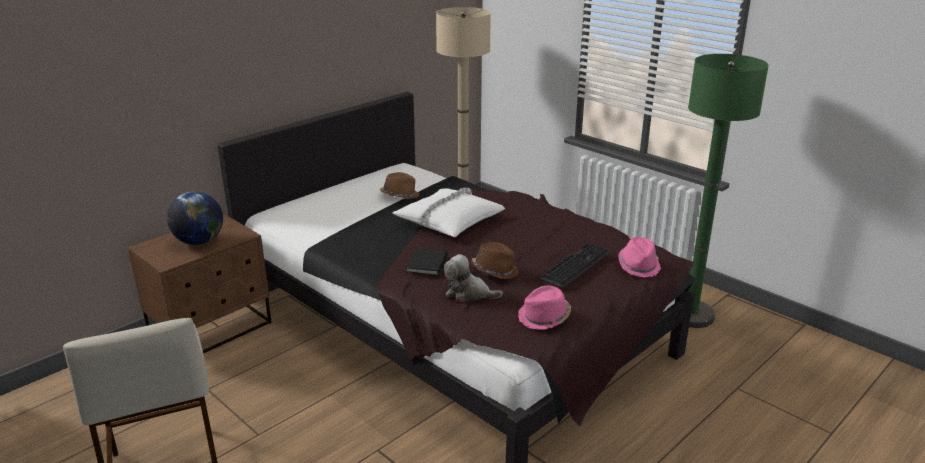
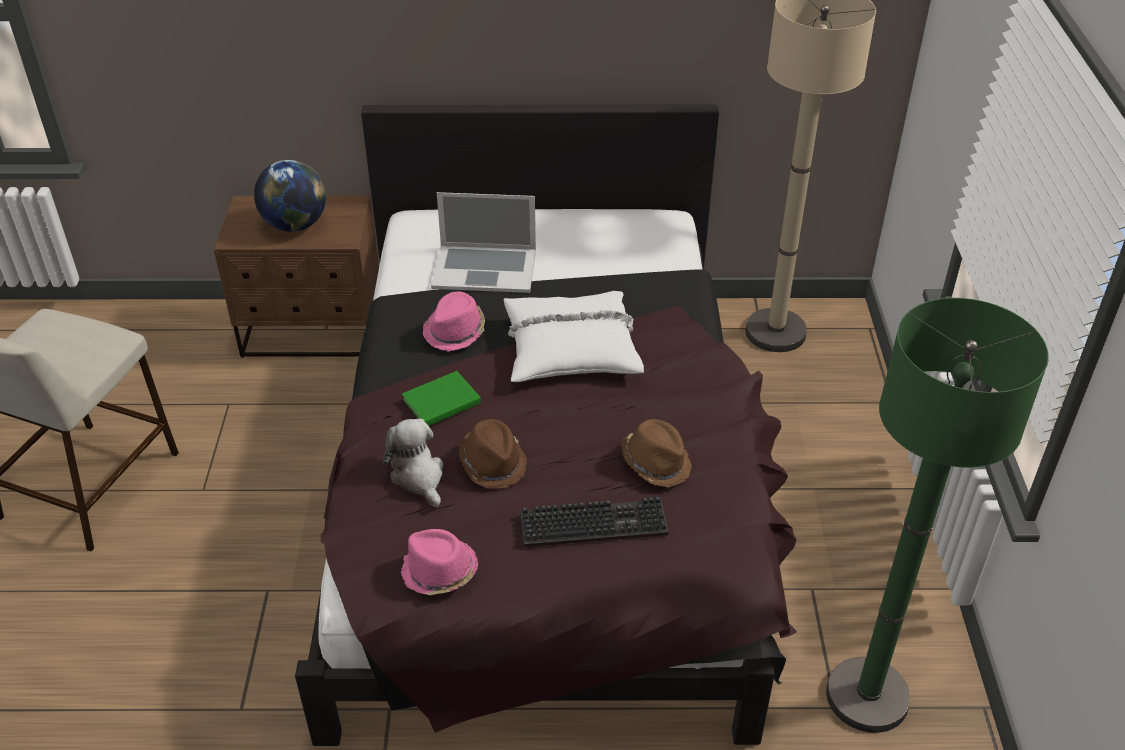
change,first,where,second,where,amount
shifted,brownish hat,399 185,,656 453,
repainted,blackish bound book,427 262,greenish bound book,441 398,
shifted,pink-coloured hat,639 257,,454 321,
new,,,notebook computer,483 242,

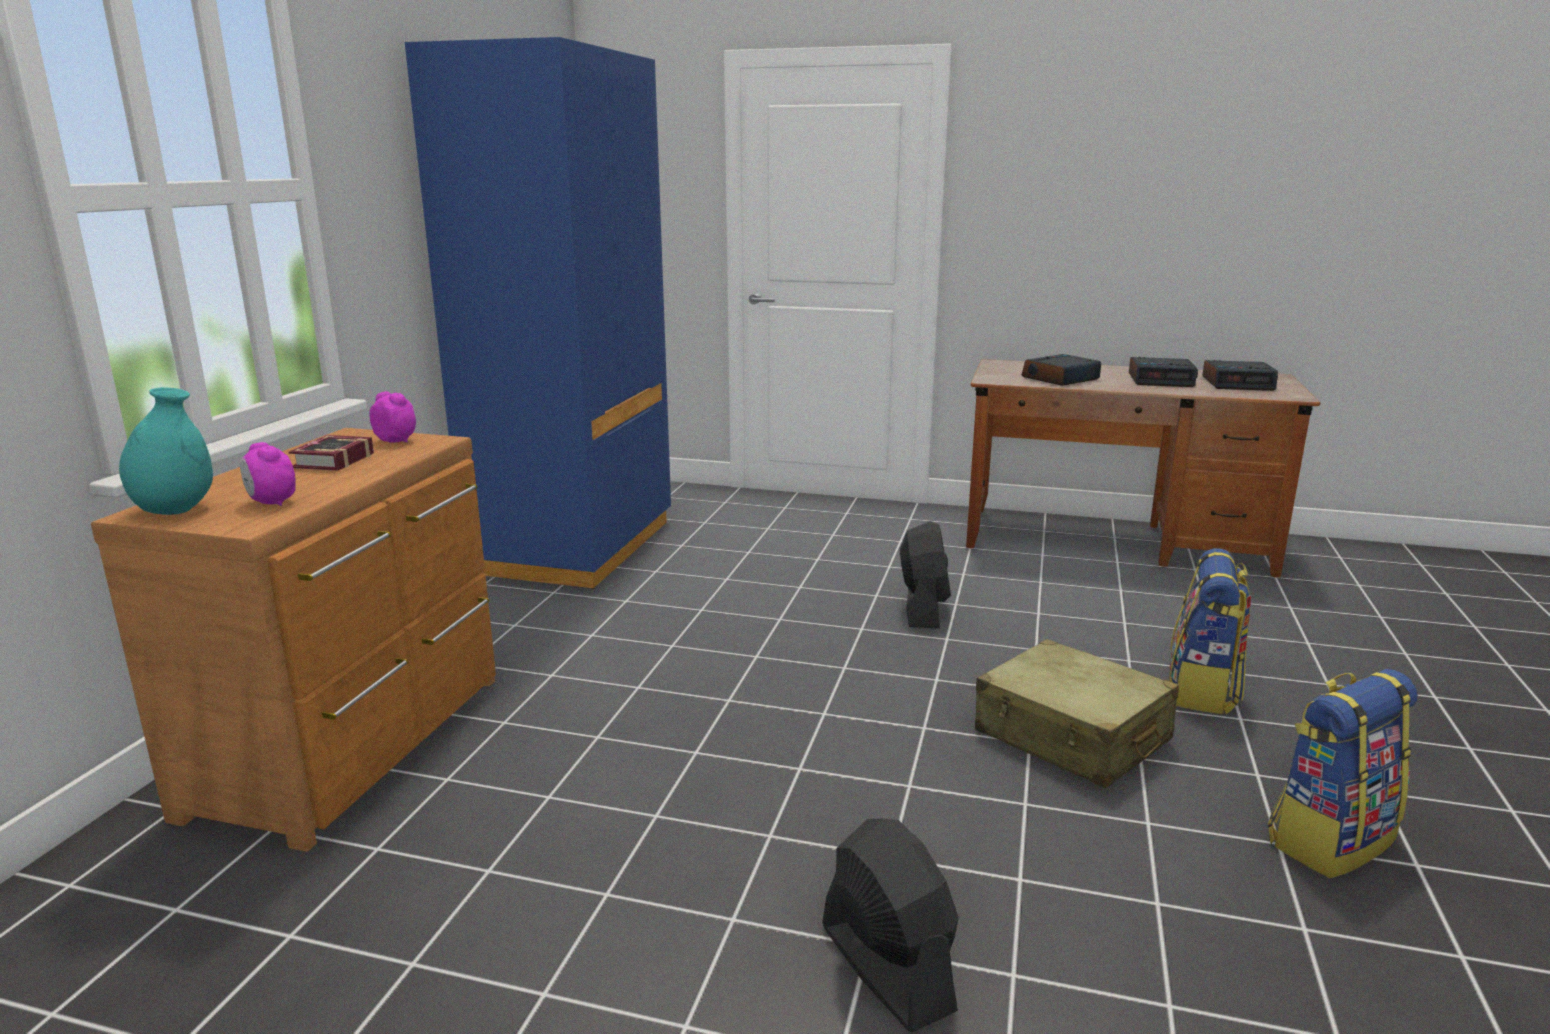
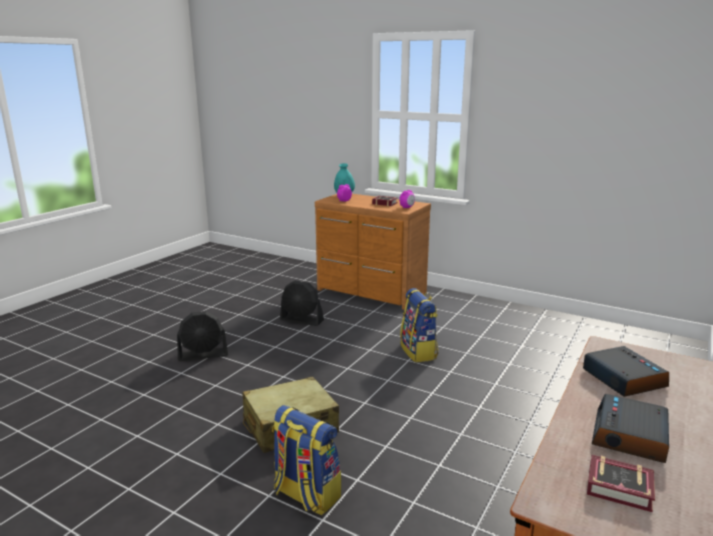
change,first,where,second,where,amount
gone,blue clothes cupboard,538 313,,,
shifted,blackish electric fan,925 574,,302 303,
swapped,table clock,1240 375,bound book,621 483,
shifted,rucksack,1343 773,,419 325,

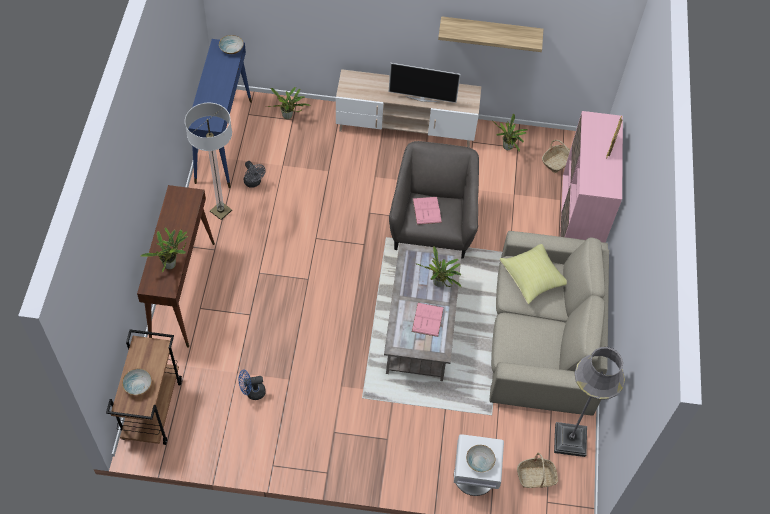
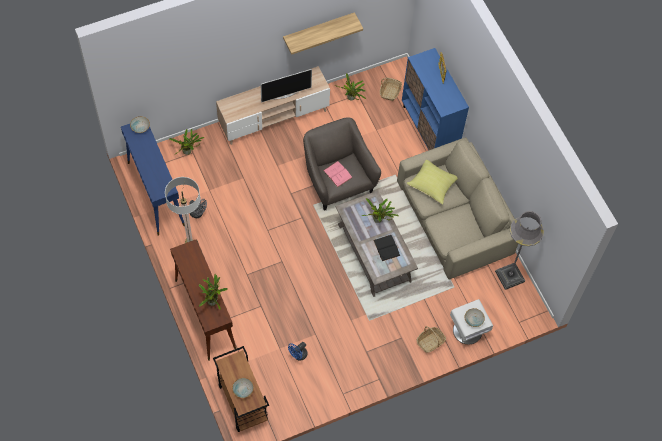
change,first,where,second,where,amount
repainted,pink-coloured bound book,428 320,blackish bound book,386 248,
shifted,basket,537 470,,431 339,
repainted,pink-coloured cabinet,591 177,blue cabinet,435 99,

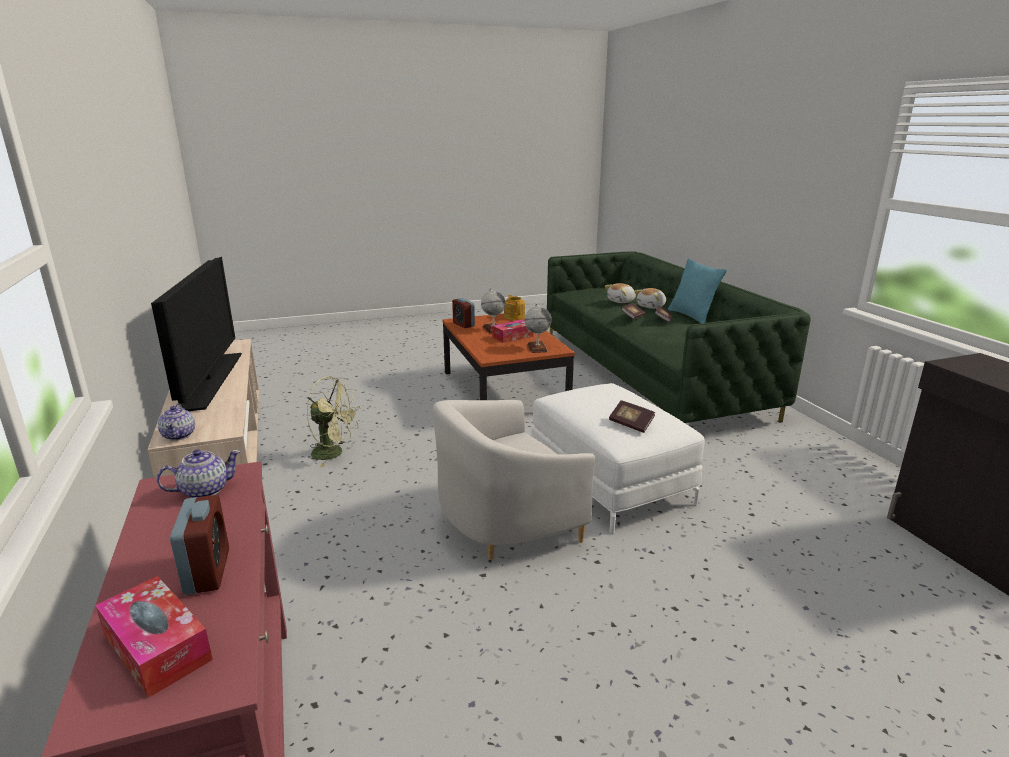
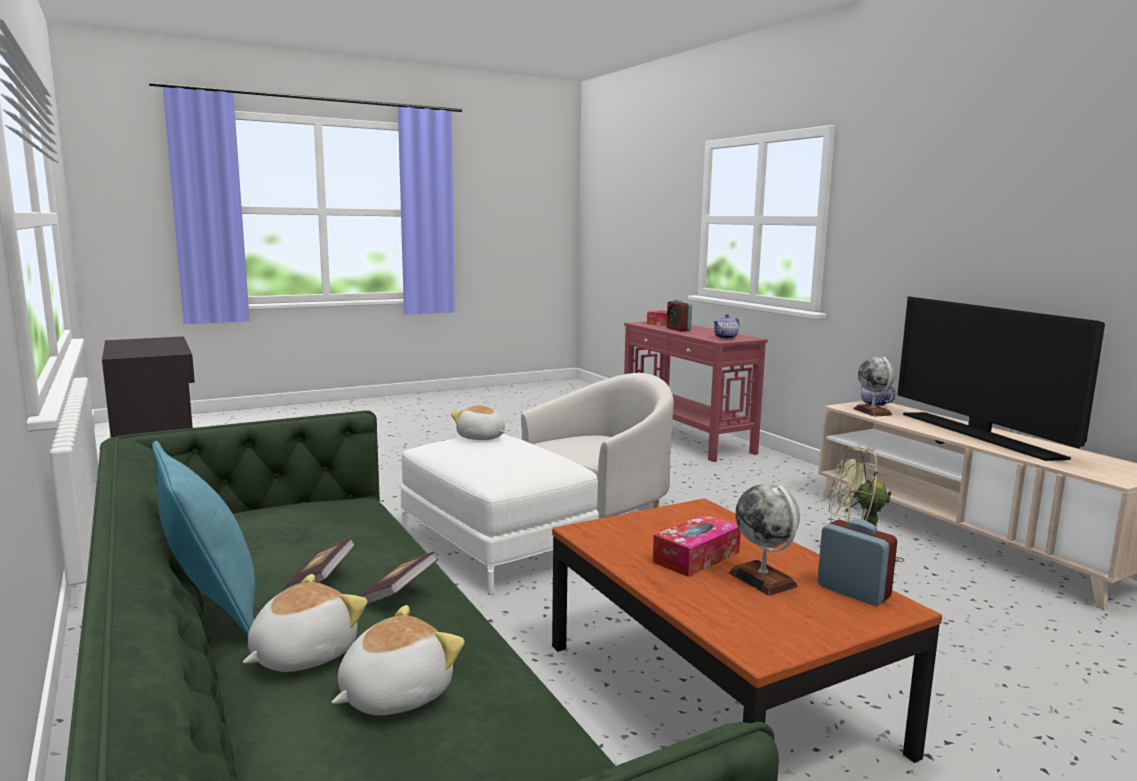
change,first,where,second,where,amount
gone,pot for tea,514 307,,,
shifted,world globe,538 328,,874 387,
swapped,bound book,632 416,cuddly toy,478 422,

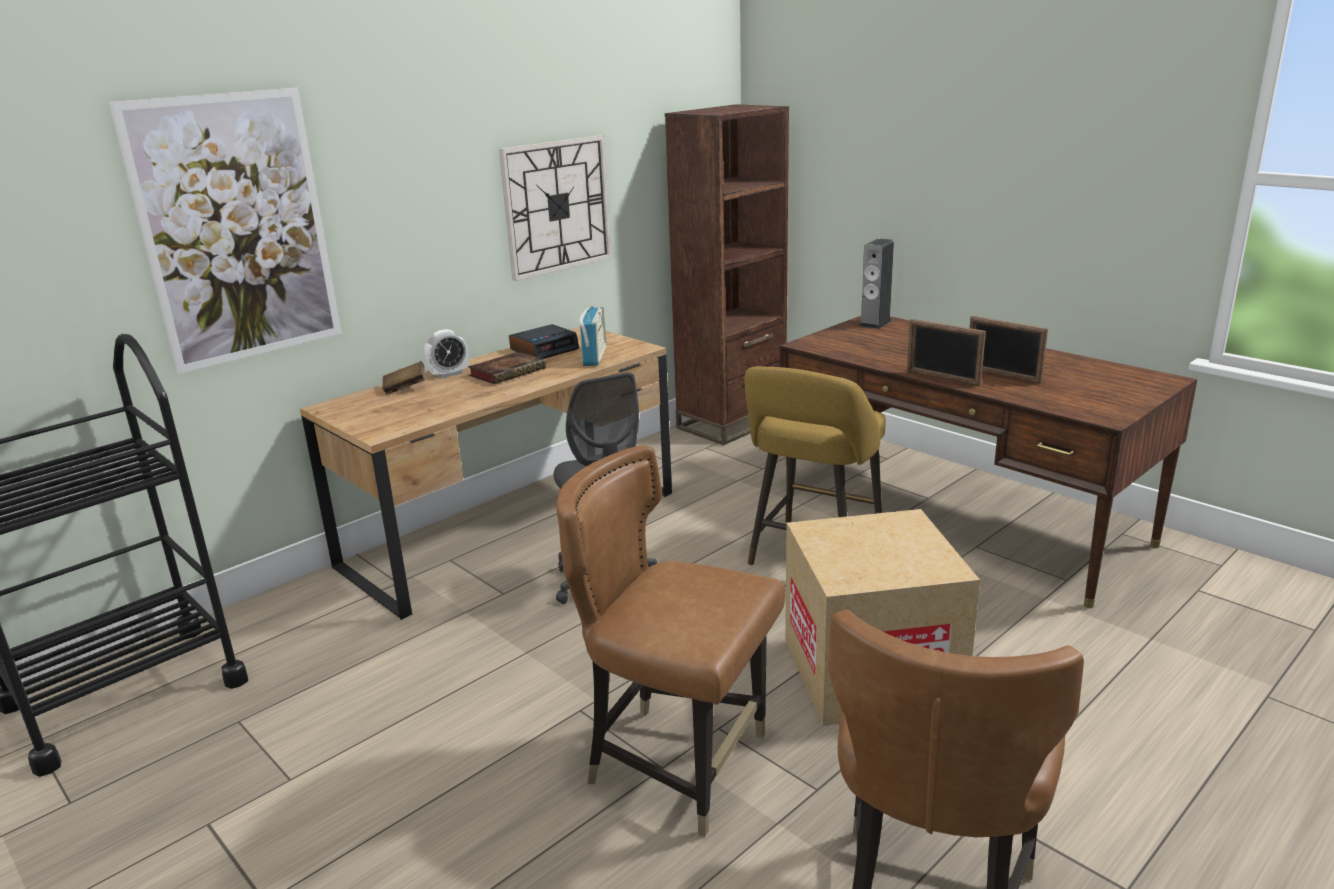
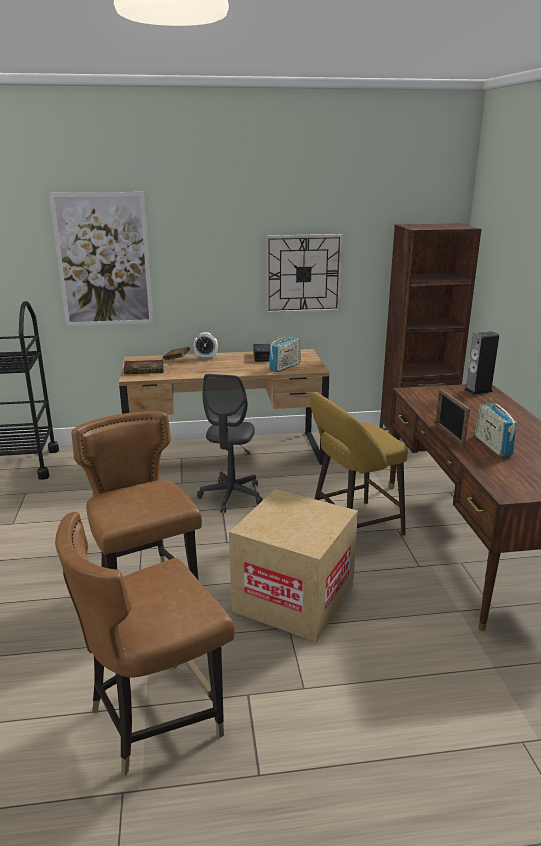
change,first,where,second,where,amount
shifted,bound book,507 368,,144 367,
swapped,photo frame,1009 350,radio set,496 427,

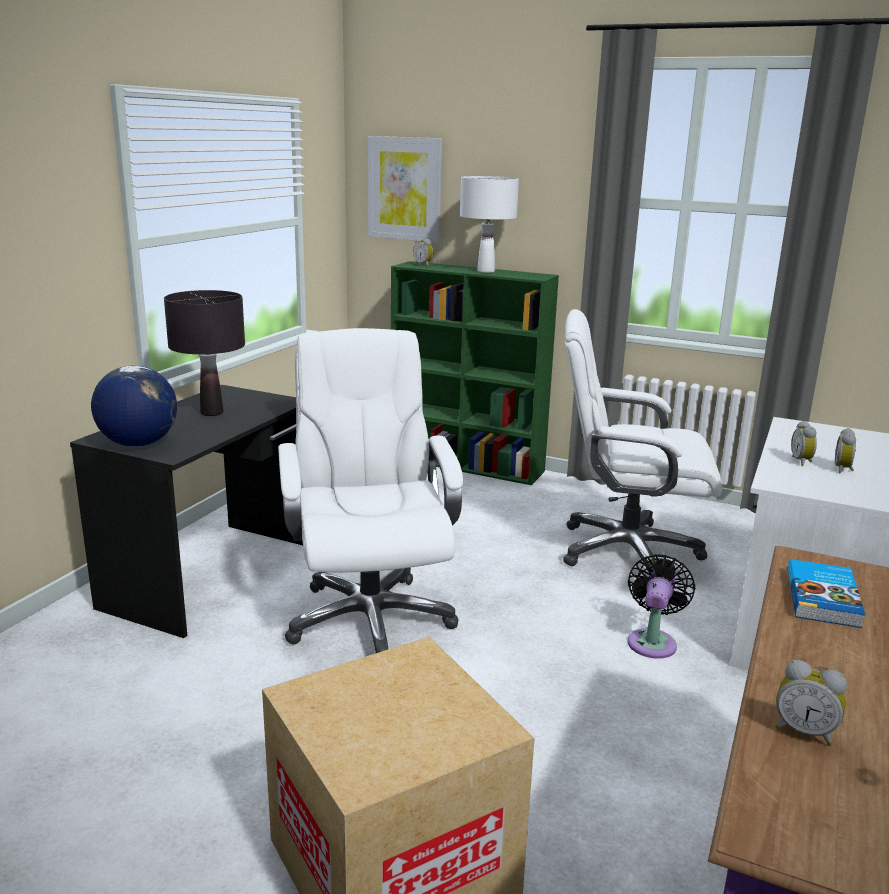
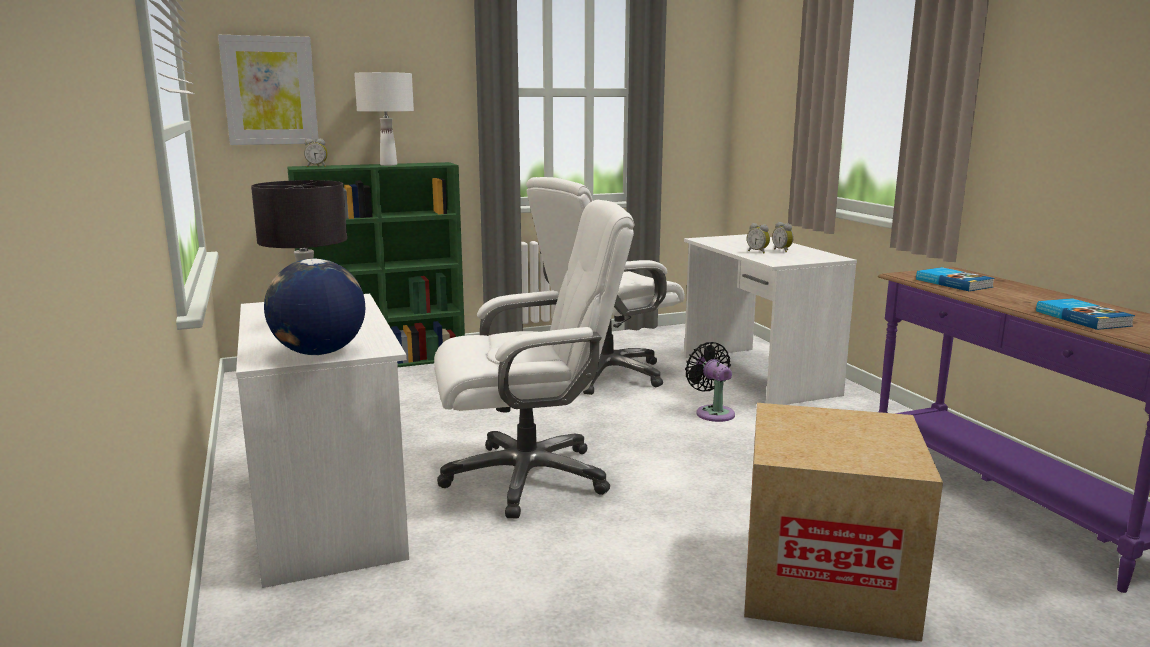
change,first,where,second,where,amount
repainted,blackish desk,186 511,whitish desk,322 441,
rotated,whitish office chair,370 490,,534 359,135 degrees clockwise
swapped,table clock,811 703,bound book,1085 314,

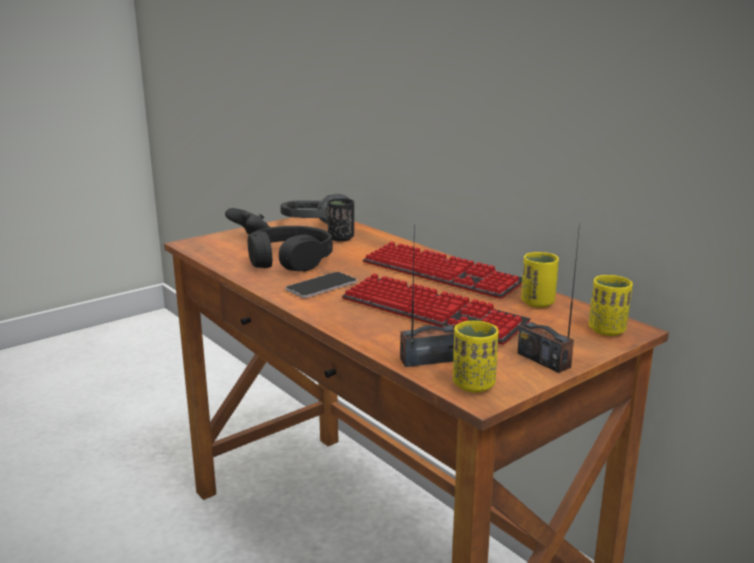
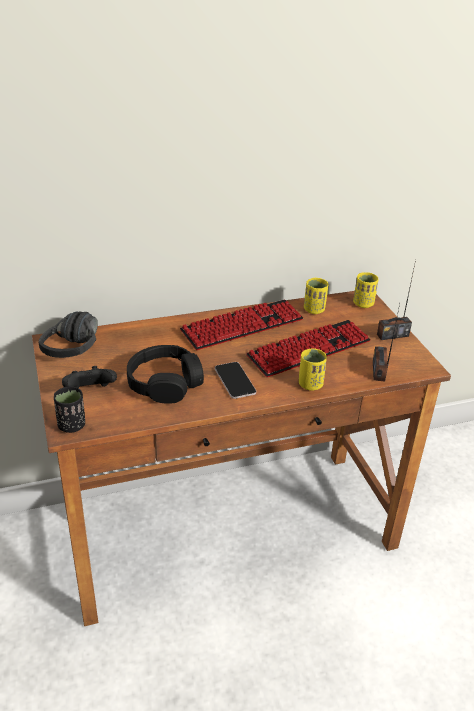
change,first,where,second,where,amount
shifted,blackish drinking cup,340 219,,69 409,
shifted,yellowish drinking cup,476 357,,313 369,

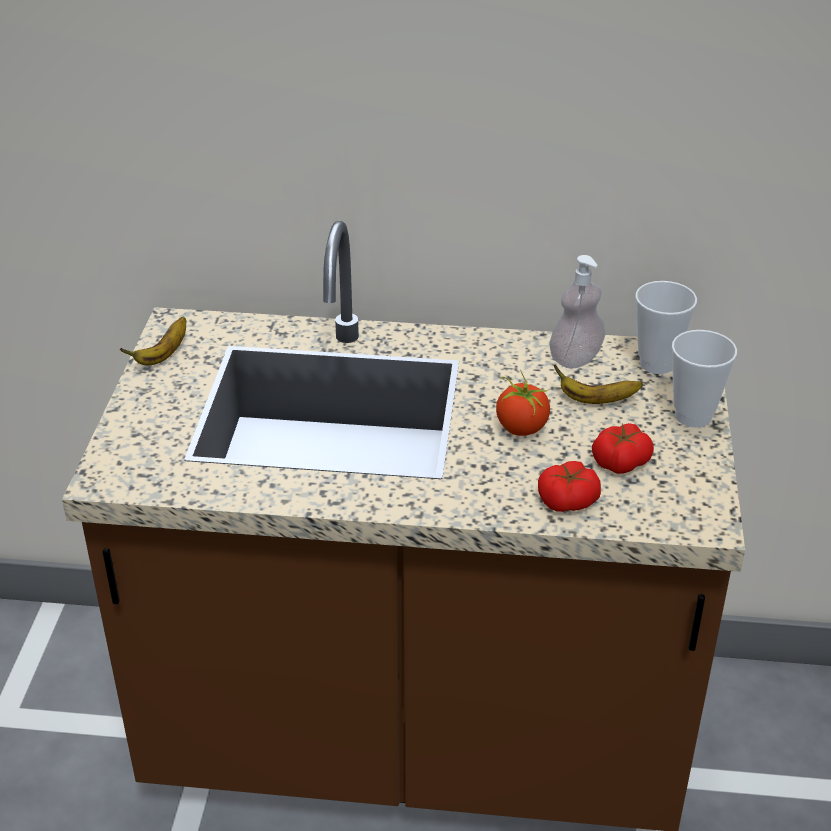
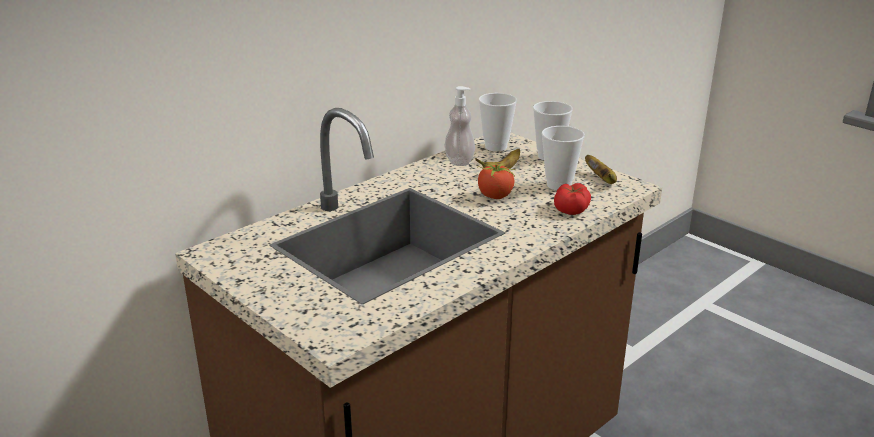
change,first,where,second,where,amount
shifted,banana fruit,153 340,,601 169,
swapped,whole tomato,623 448,drinking cup,563 158,

